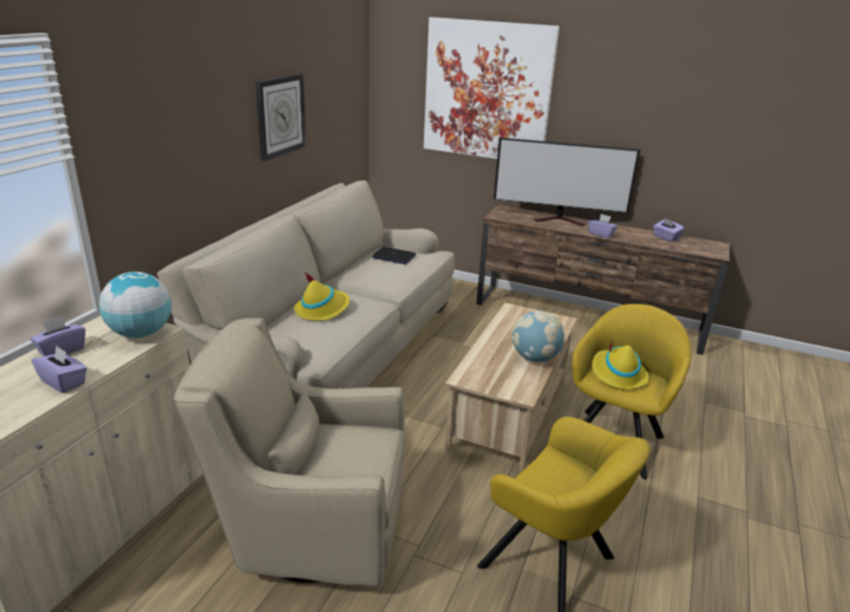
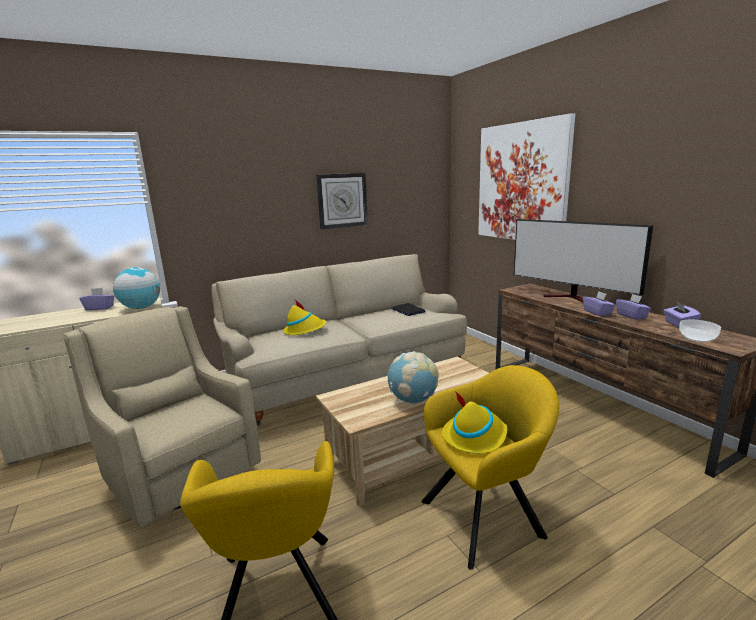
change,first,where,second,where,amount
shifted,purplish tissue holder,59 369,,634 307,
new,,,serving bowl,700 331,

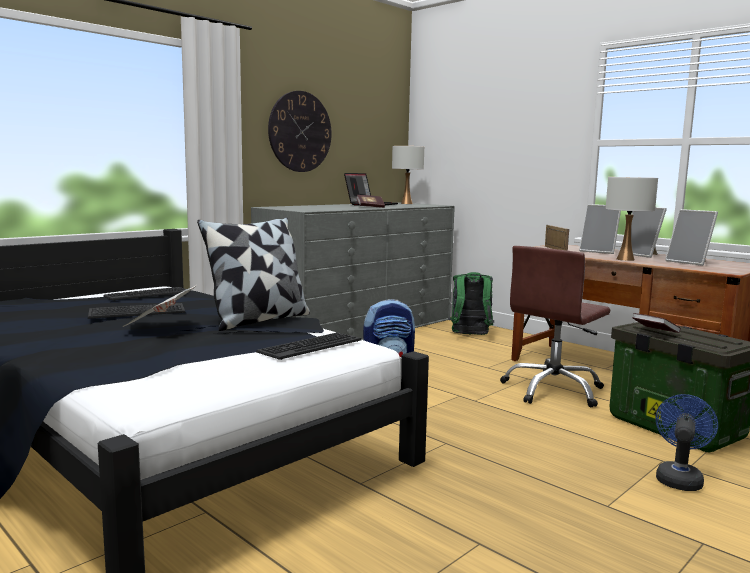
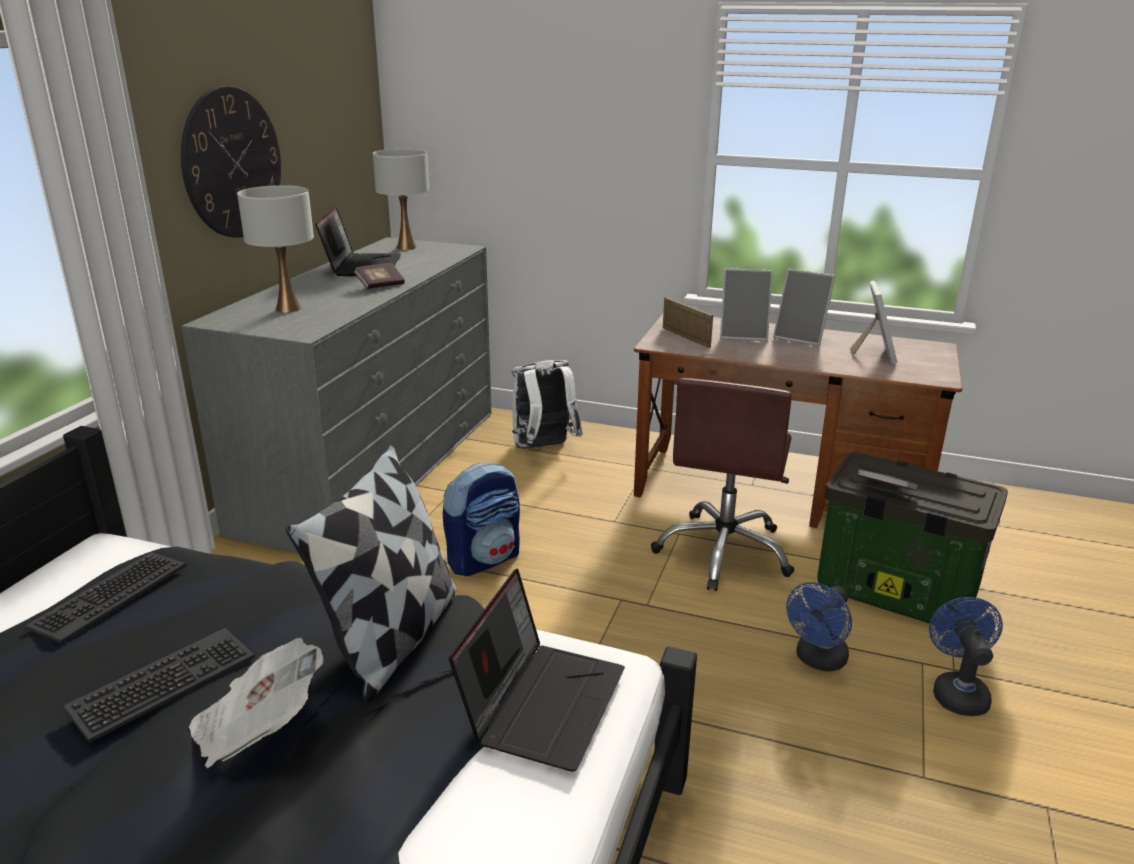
change,first,where,second,where,amount
swapped,keyboard,309 346,notebook computer,537 670,
repainted,greenish rucksack,471 303,whitish rucksack,547 404,
shifted,whitish lamp for a table,632 219,,275 249,
rotated,photo frame,691 237,,873 322,105 degrees counterclockwise
new,,,blue electric fan,819 626,

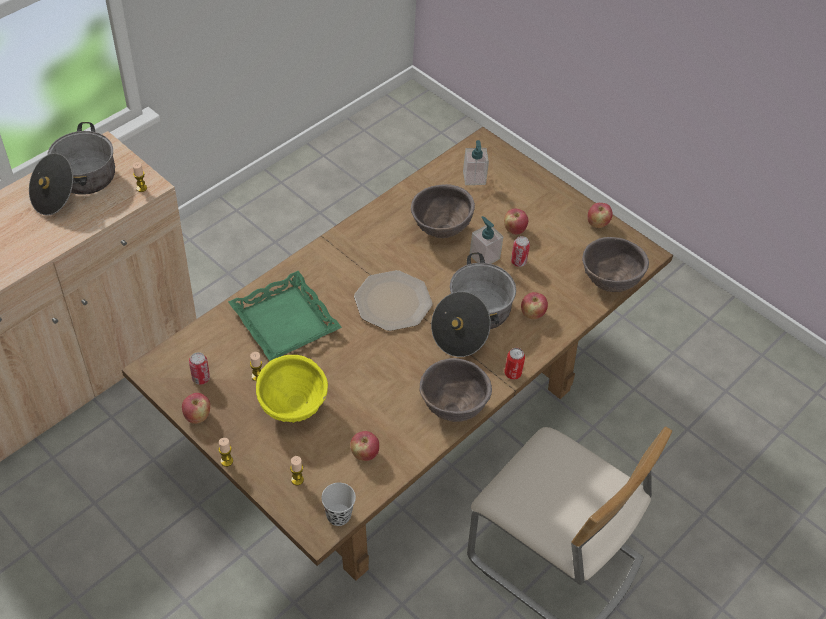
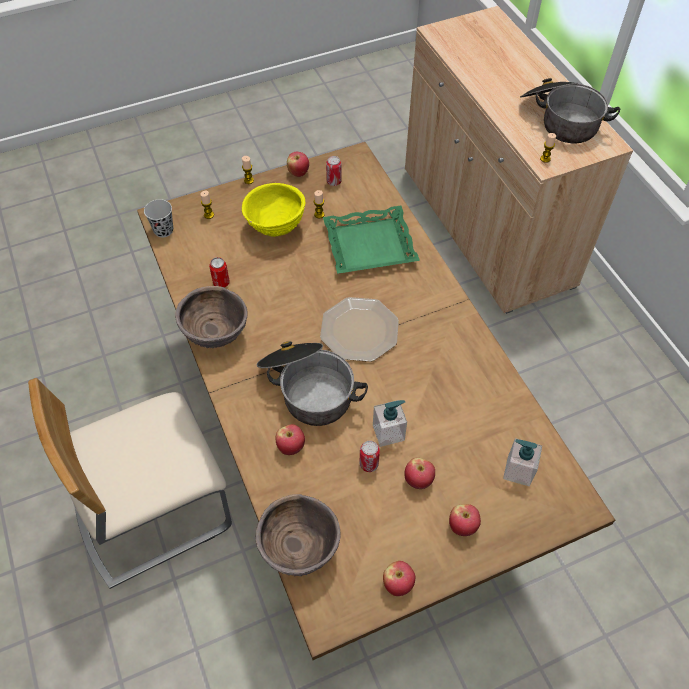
change,first,where,second,where,amount
shifted,apple,365 446,,465 520,
gone,brownish serving bowl,443 211,,,
shifted,sealed can,514 364,,219 272,

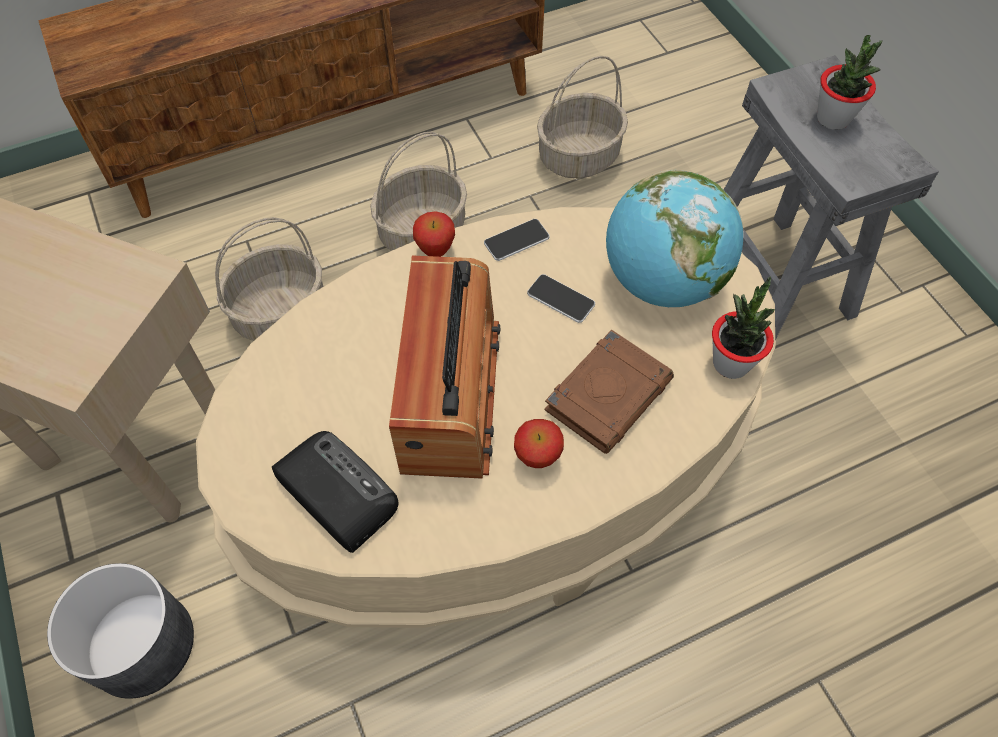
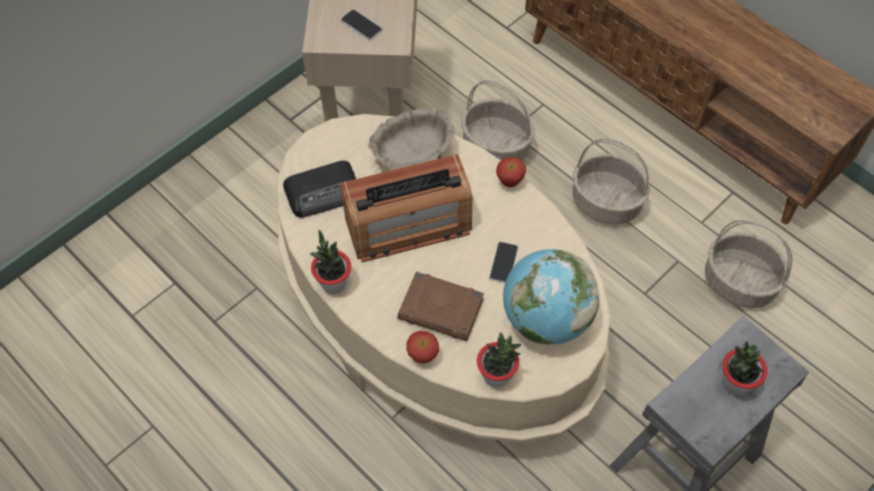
change,first,where,second,where,amount
gone,greyish planter,120 631,,,
rotated,radio set,335 492,,319 189,45 degrees clockwise
shifted,handset,517 240,,361 25,
shifted,apple,539 443,,422 347,
new,,,potted plant,330 262,
new,,,beige-coloured serving bowl,411 138,

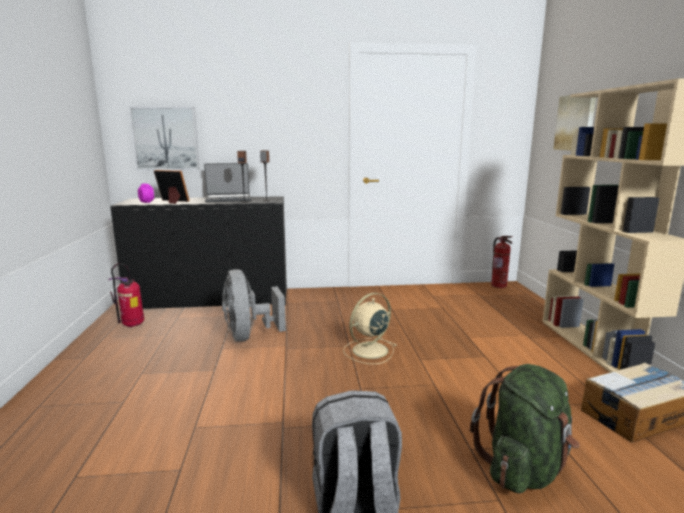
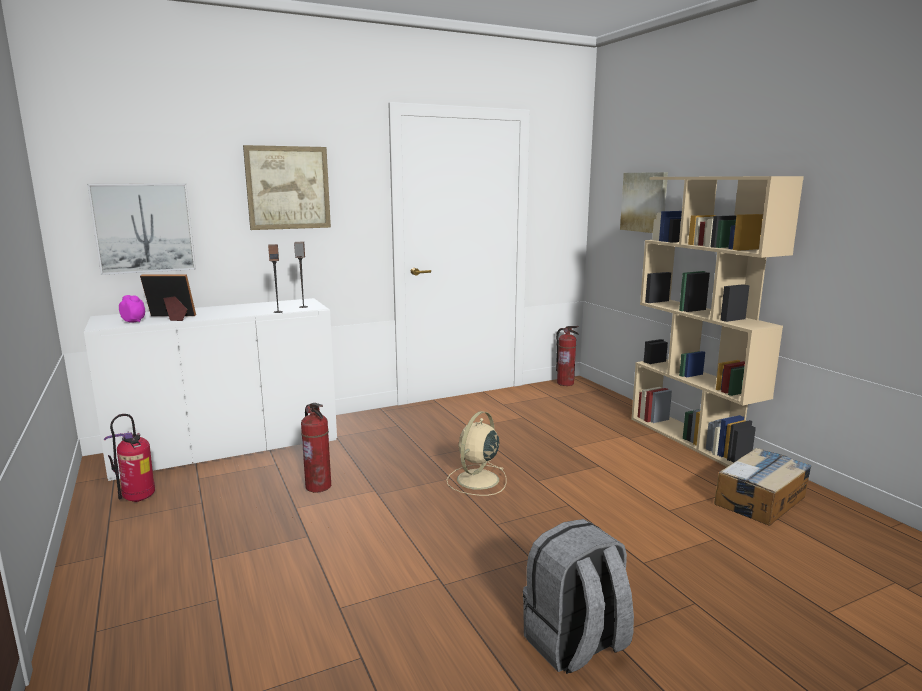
change,first,where,second,where,amount
repainted,blackish cabinet,198 252,whitish cabinet,210 389,
gone,notebook computer,227 182,,,
swapped,greyish electric fan,254 305,fire-fighting cylinder,316 447,
gone,greenish rucksack,525 428,,,
new,,,wall art,287 187,

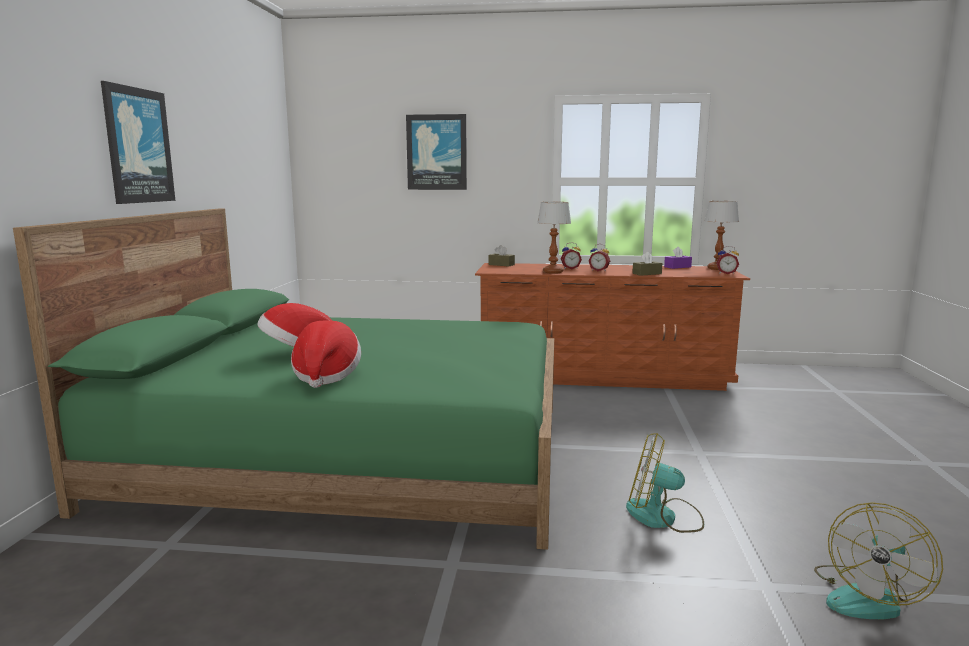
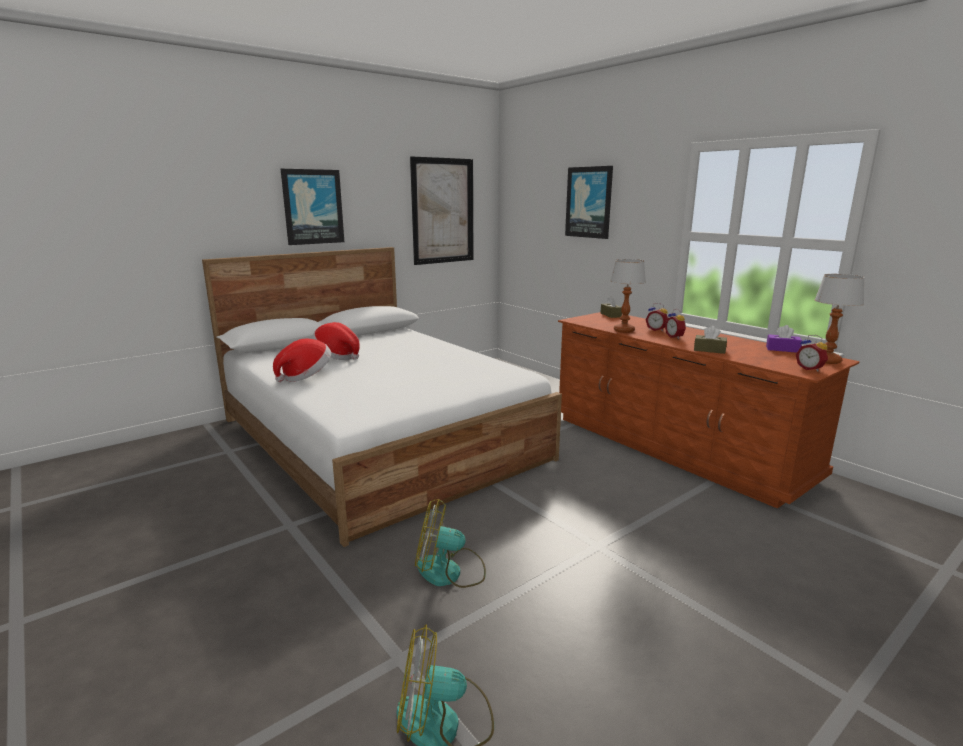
change,first,where,second,where,amount
repainted,greenish sleeping bed,283 379,whitish sleeping bed,382 397,
rotated,electric fan,665 483,,450 543,60 degrees counterclockwise
new,,,wall art,441 210,

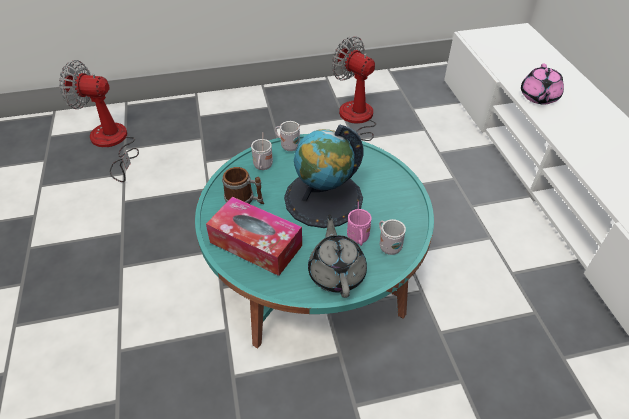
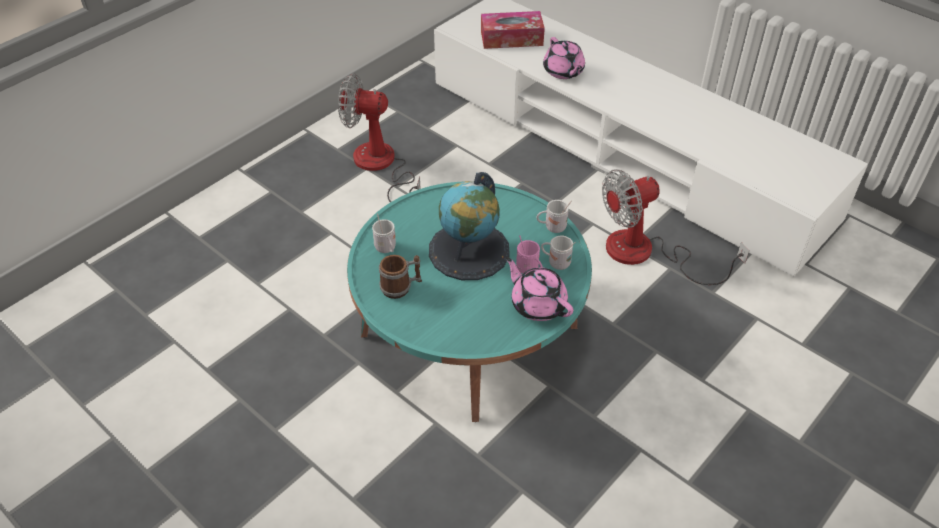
change,first,where,second,where,amount
shifted,electric fan,99 121,,676 227,
shifted,tissue holder,254 236,,513 30,
shifted,whitish coffee mug,287 136,,554 216,
repainted,greyish pot for tea,337 256,pink-coloured pot for tea,539 289,

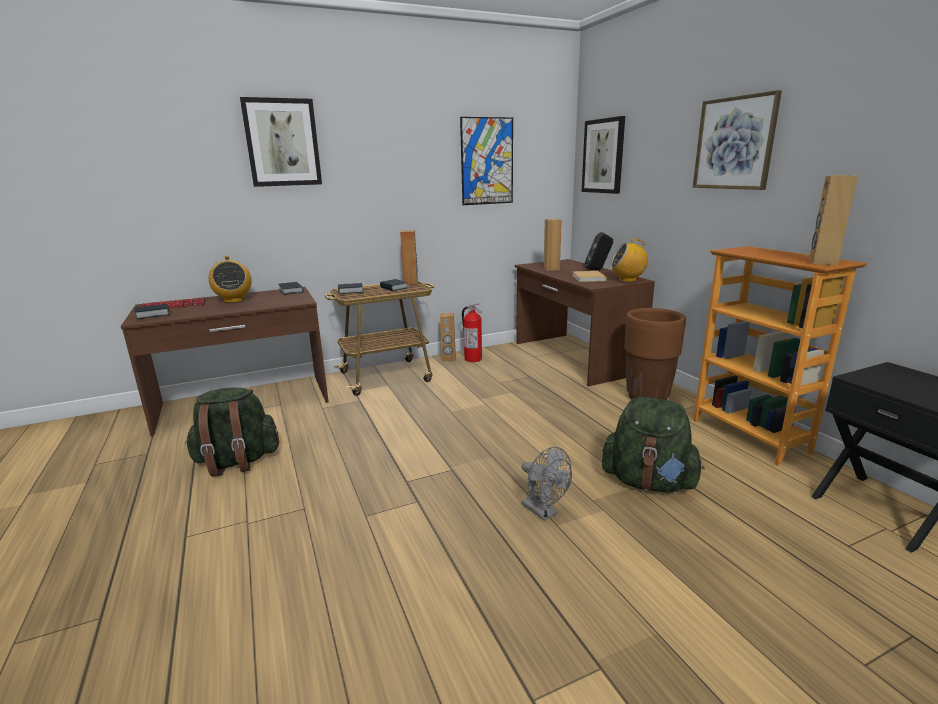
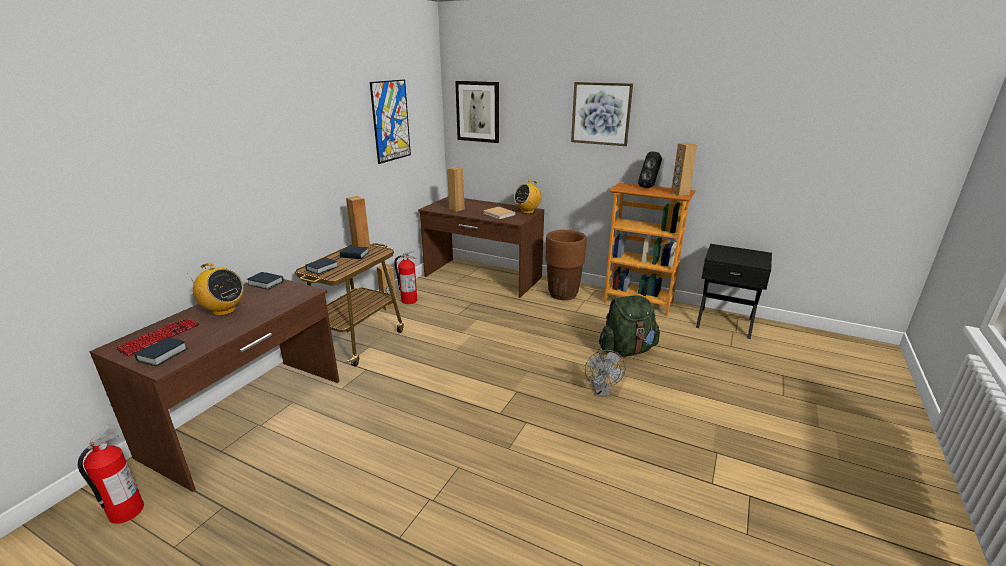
change,first,where,second,where,amount
gone,greenish rucksack,232 432,,,
gone,wall art,281 142,,,
rotated,greyish electric fan,546 484,,605 373,75 degrees clockwise
shifted,blackish audio speaker,599 251,,650 169,
new,,,fire-fighting cylinder,111 474,

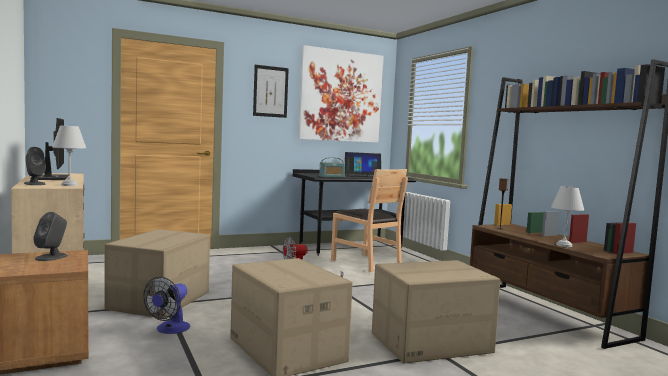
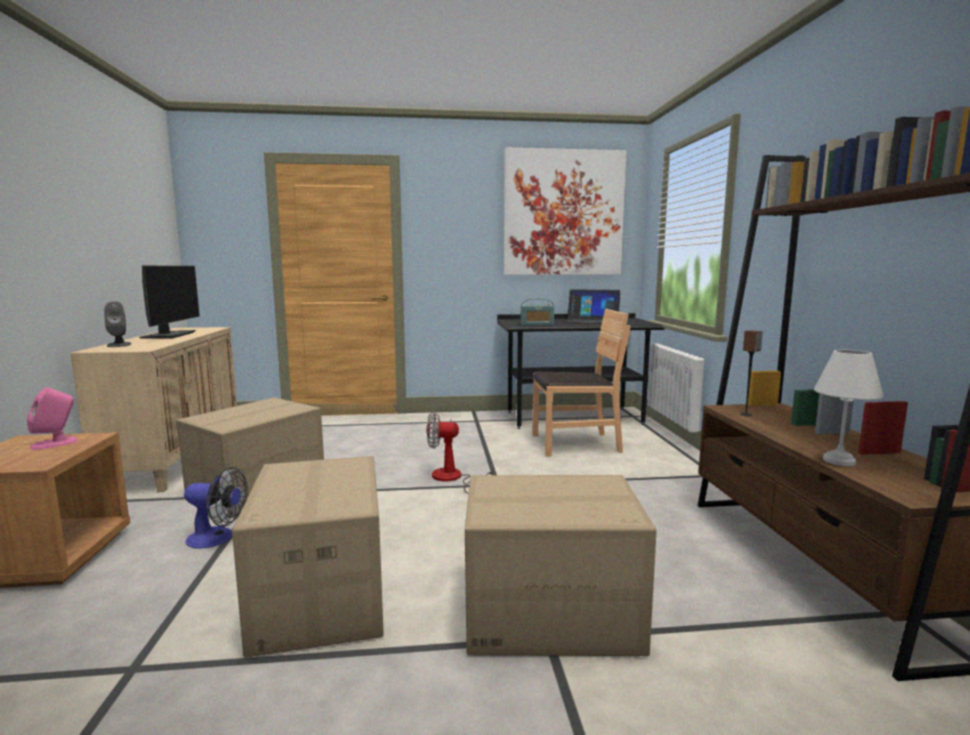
change,first,where,second,where,amount
repainted,greyish audio speaker,50 236,pink-coloured audio speaker,52 418,
gone,whitish lamp for a table,69 156,,,
rotated,electric fan,166 305,,216 508,120 degrees counterclockwise
gone,wall art,271 91,,,
rotated,brownish plain chair,369 220,,581 383,75 degrees counterclockwise

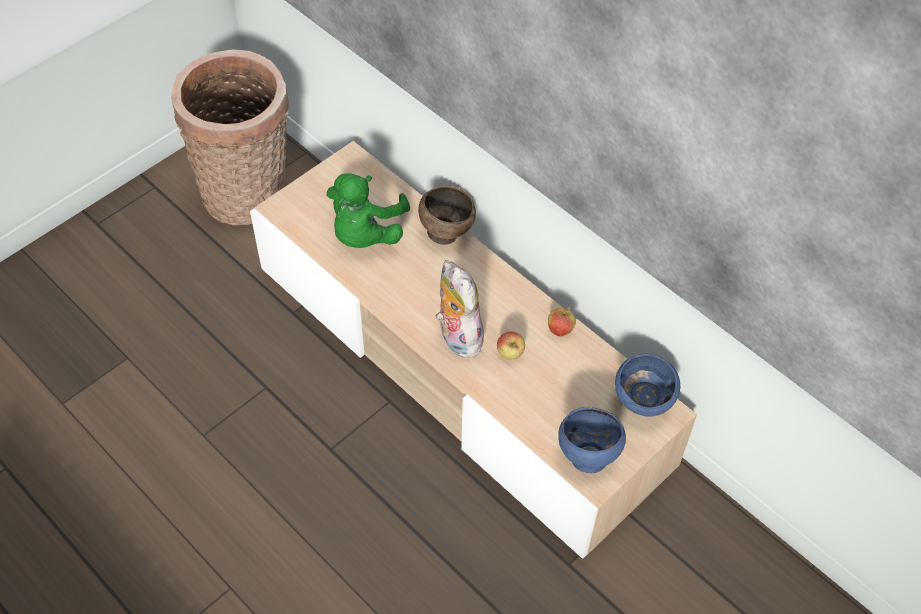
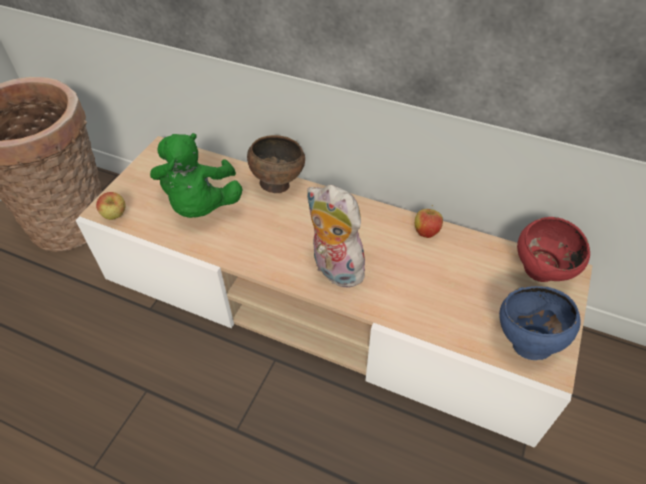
change,first,where,second,where,amount
shifted,apple,511 345,,110 206,
repainted,blue serving bowl,647 385,reddish serving bowl,553 249,

